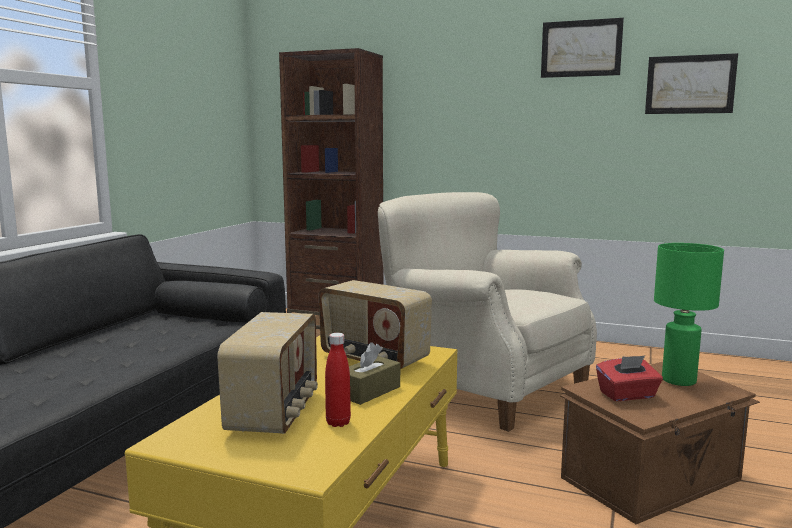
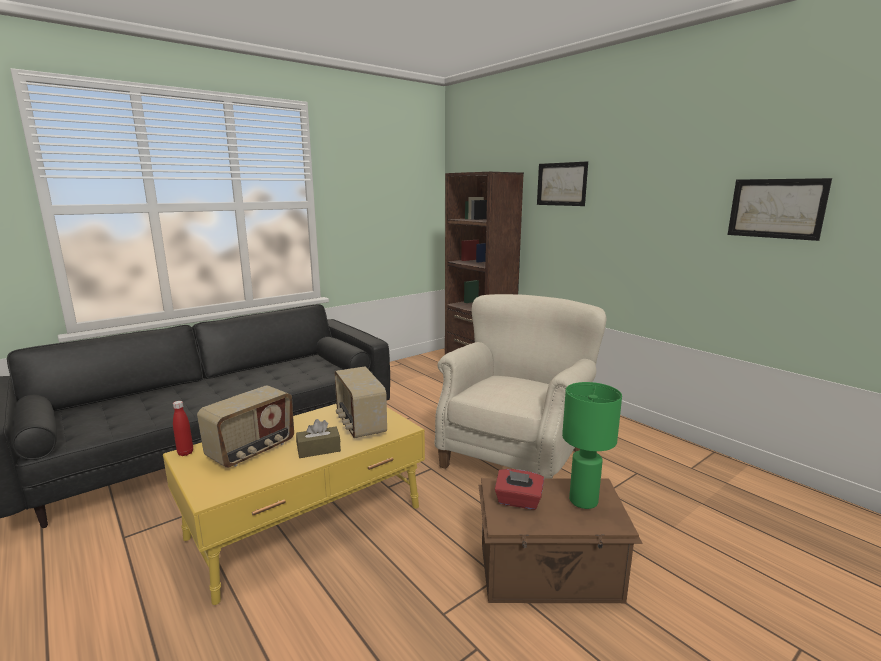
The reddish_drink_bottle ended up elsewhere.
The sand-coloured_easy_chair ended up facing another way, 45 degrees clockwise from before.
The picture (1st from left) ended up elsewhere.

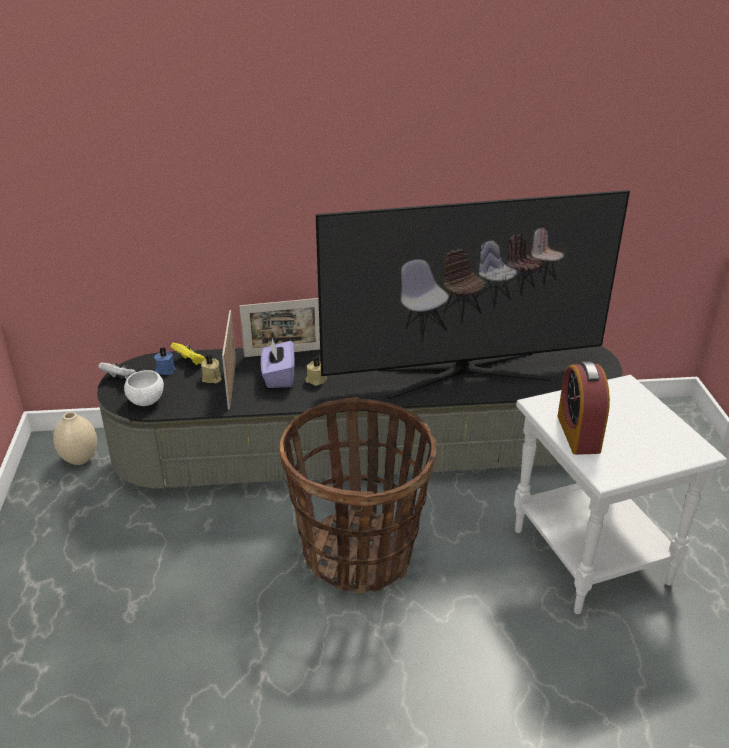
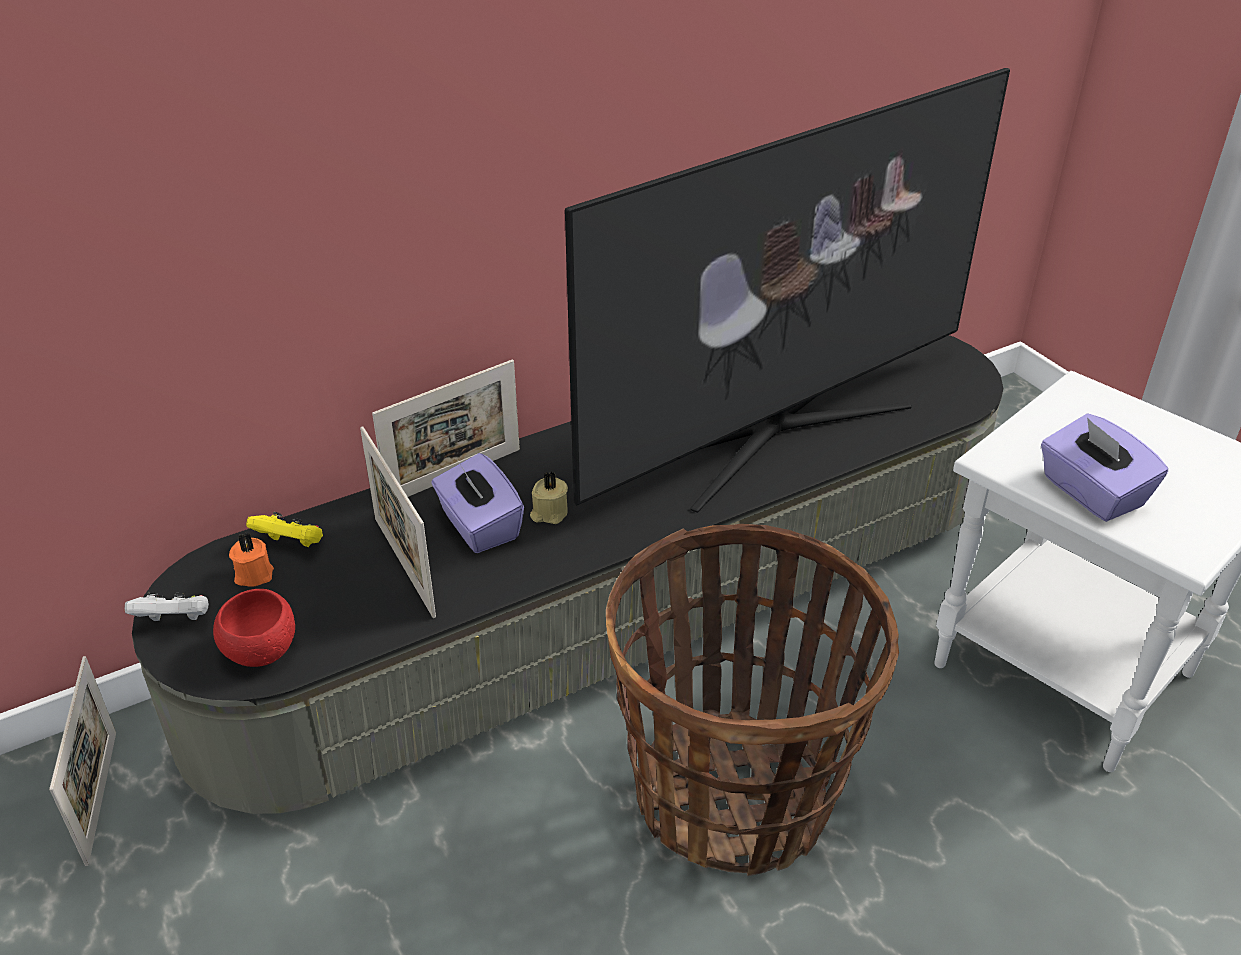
Where the sand-coloured_decorative_vase stood, the photo_frame (1st from left) came to stand.
What was the whitish_serving_bowl turned into the reddish_serving_bowl.
What was the blue-coloured_wax_candle turned into the orangey_wax_candle.
Where the bedside_clock stood, the purple-coloured_tissue_holder (2nd from left) came to stand.
The second view lost the sand-coloured_wax_candle (1st from left).

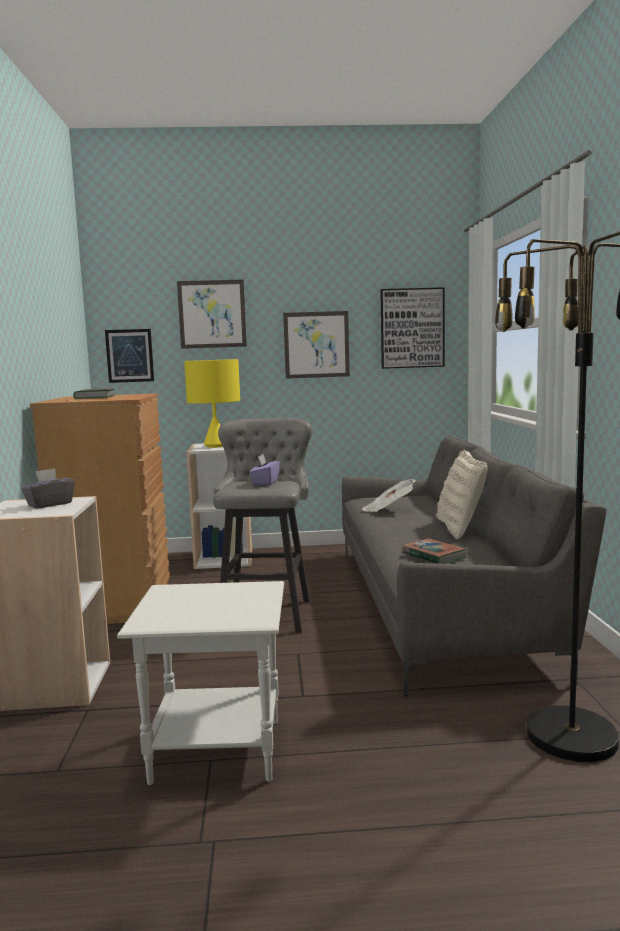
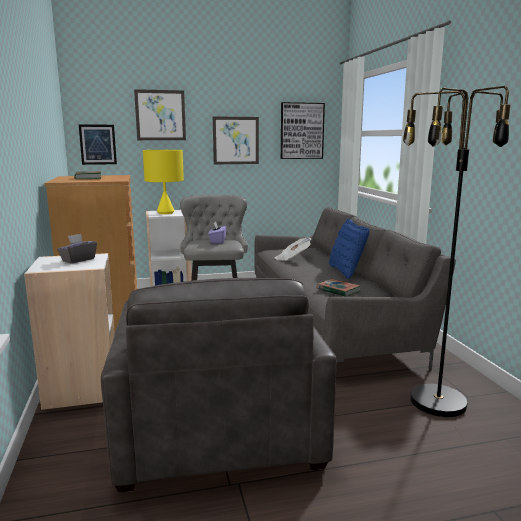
Where the whitish_accent_table stood, the grey_easy_chair came to stand.
What was the sand-coloured_pillow turned into the blue-coloured_pillow.

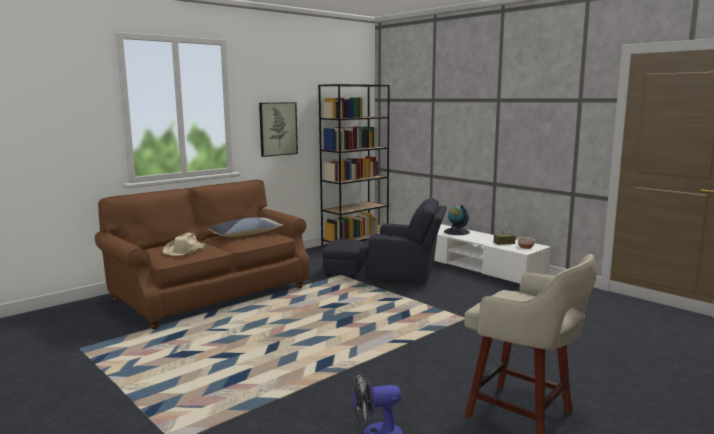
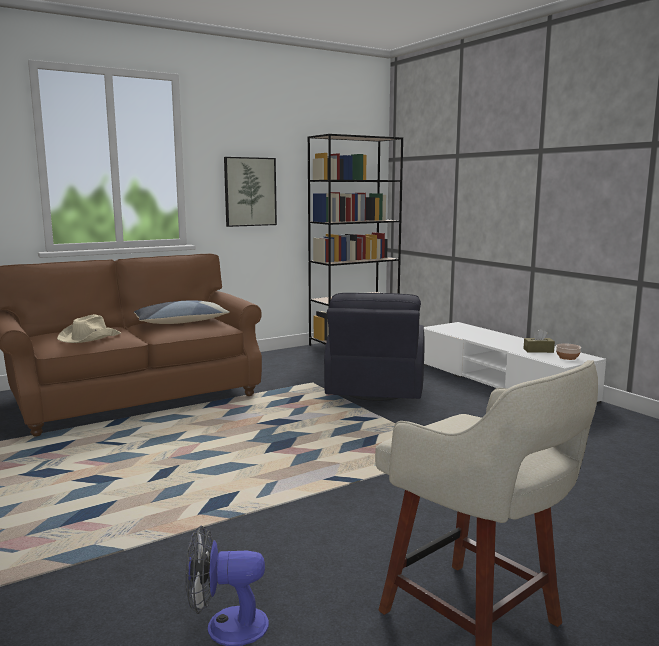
The blackish_easy_chair ended up facing another way, 75 degrees clockwise from before.
The second view lost the world_globe.

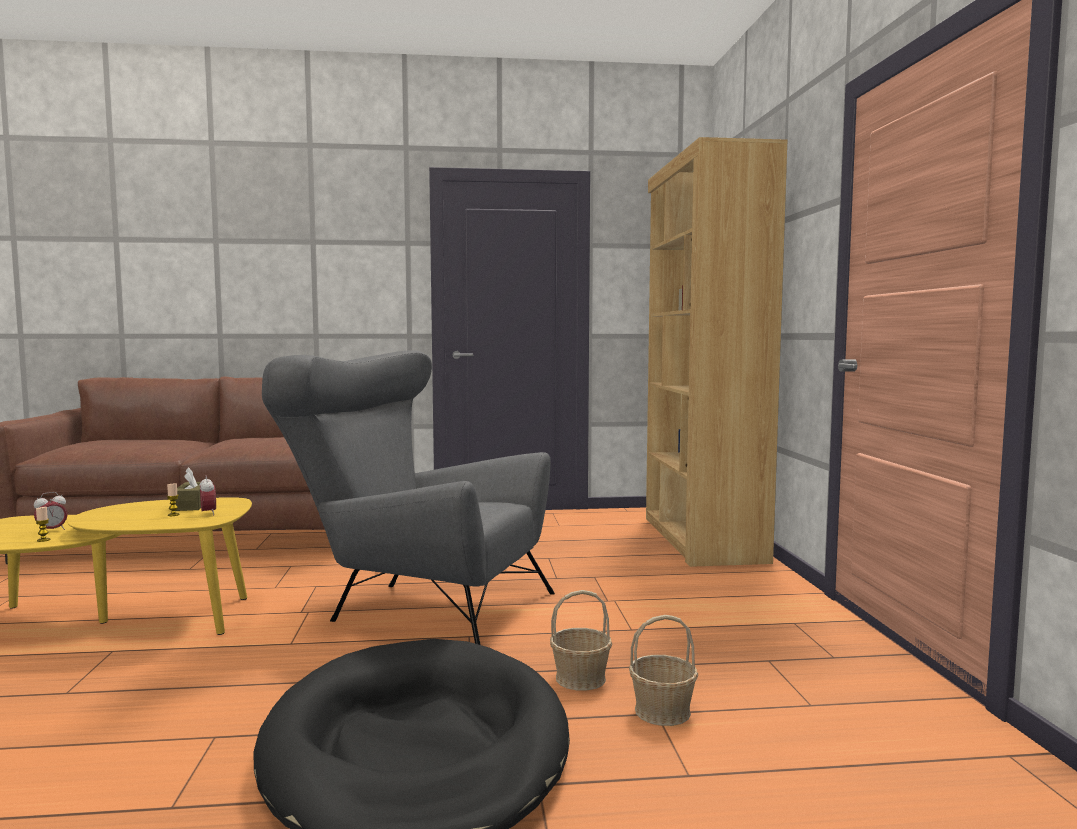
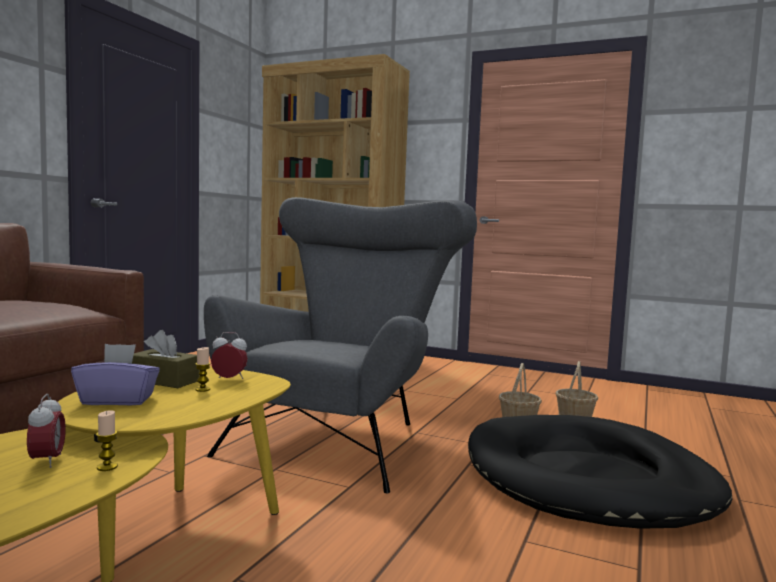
The second view gained the purple-coloured_tissue_holder.
The grey_easy_chair ended up facing another way, 150 degrees clockwise from before.

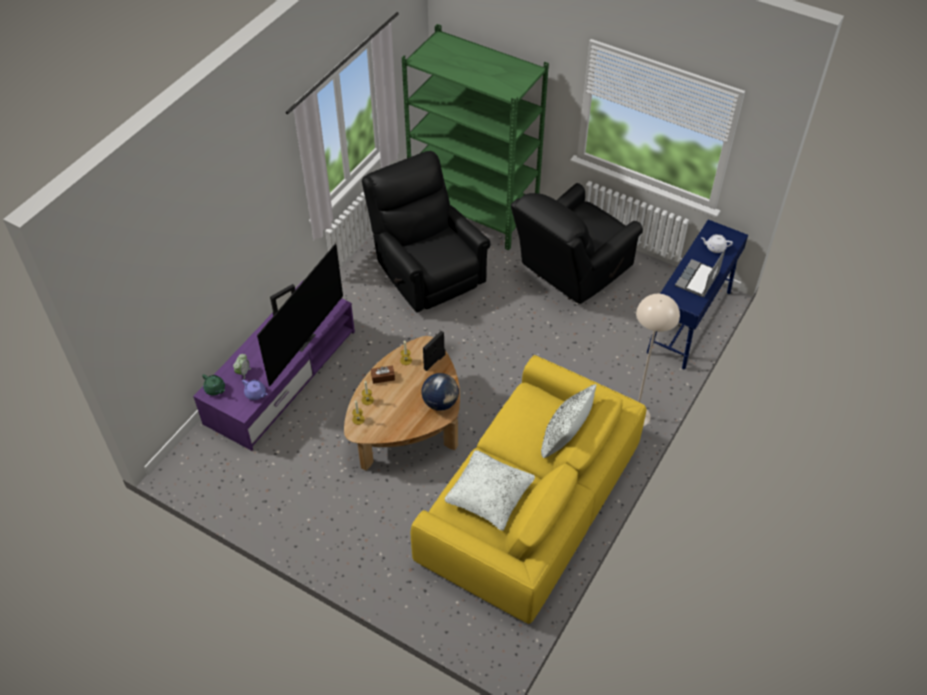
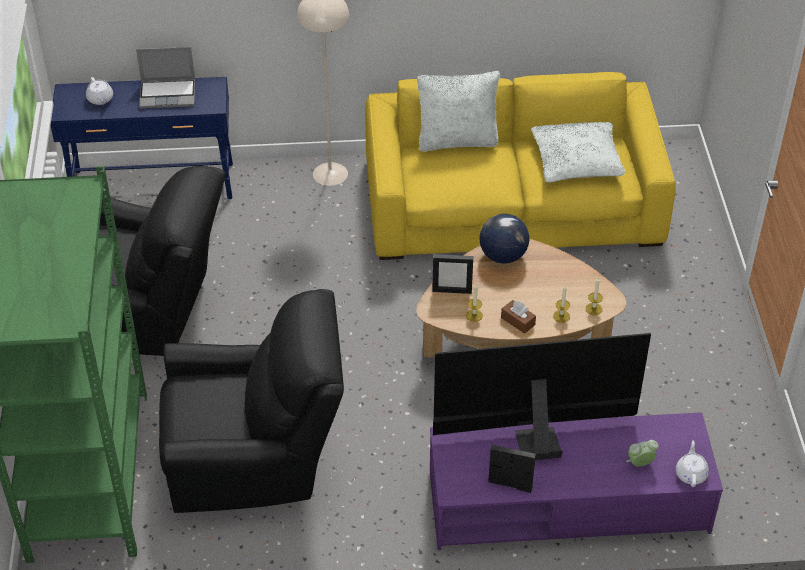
The blackish_easy_chair (1st from left in the first image) ended up facing another way, 120 degrees counterclockwise from before.
What was the greenish_pot_for_tea turned into the whitish_pot_for_tea (2nd from left).
The second view lost the purple-coloured_pot_for_tea.

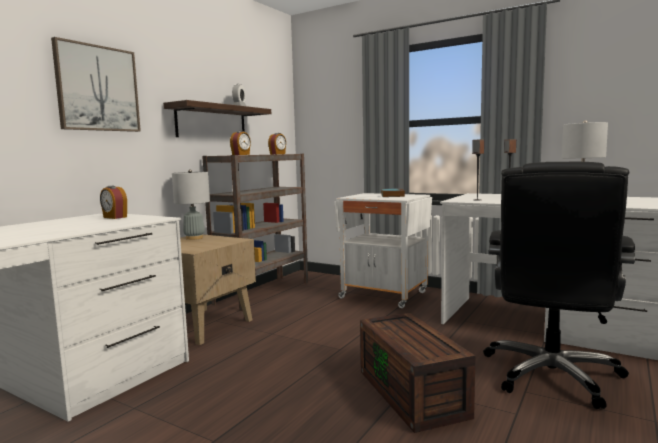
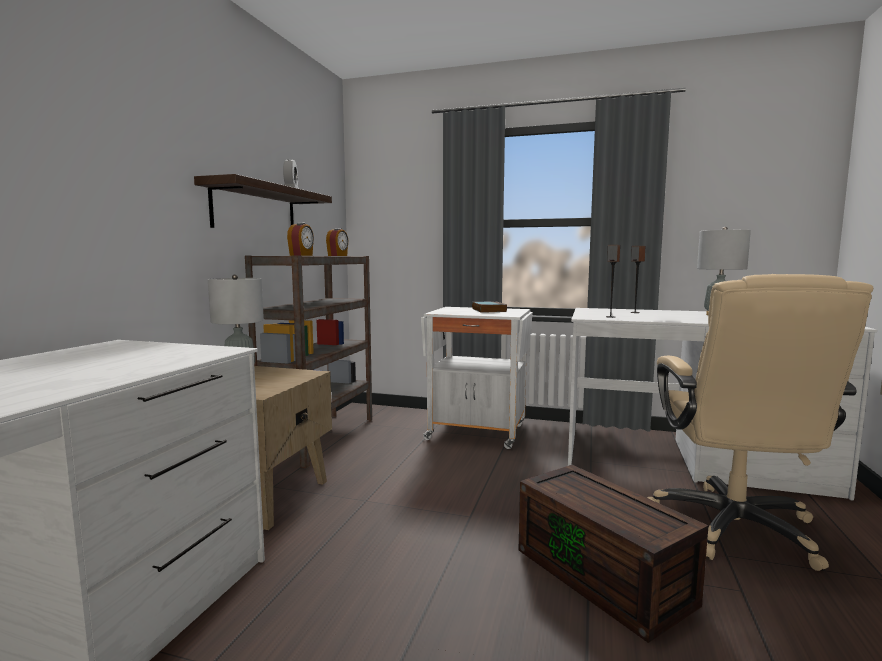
What was the blackish_desk_chair turned into the sand-coloured_desk_chair.
The second view lost the picture.
The second view lost the bedside_clock (1st from left).

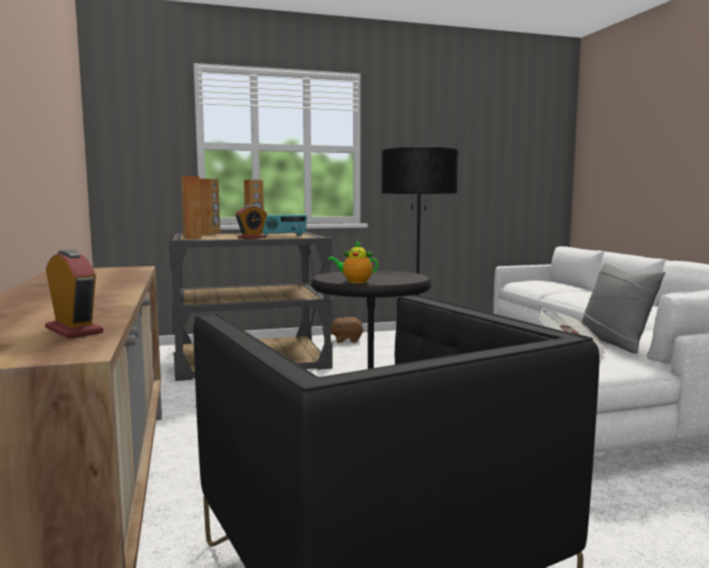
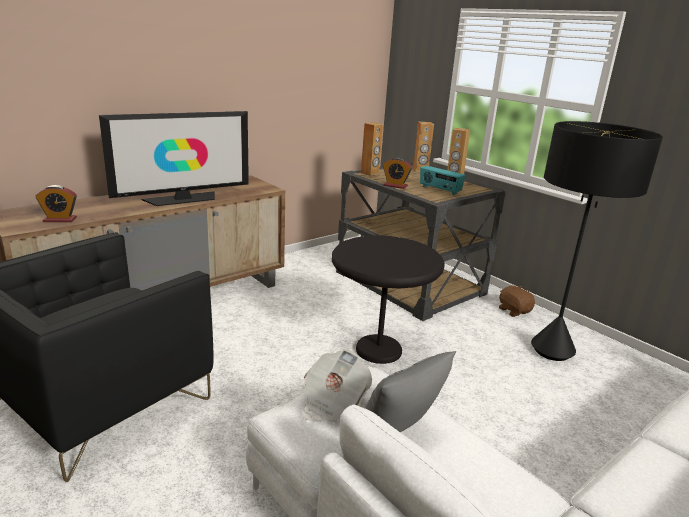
The bedside_clock (1st from left) ended up facing another way, 60 degrees clockwise from before.
The second view gained the television.
The second view lost the pot_for_tea.

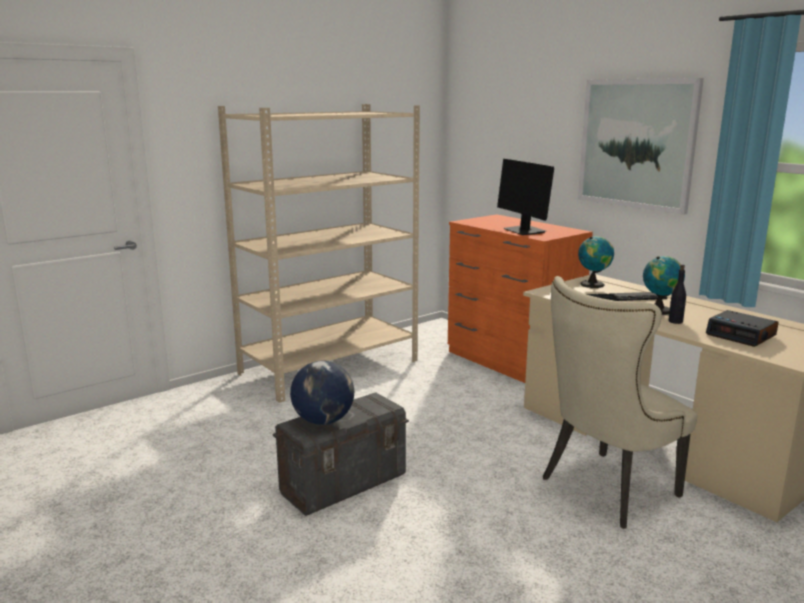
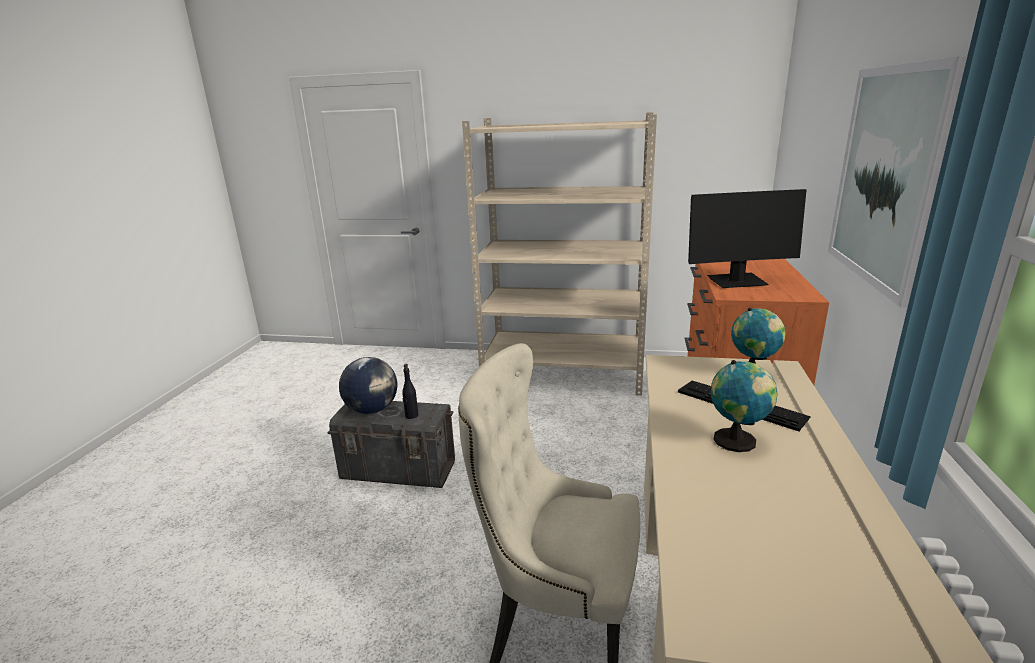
The blackish_drink_bottle ended up elsewhere.
The monitor ended up facing another way, 120 degrees counterclockwise from before.
The second view lost the bedside_clock.

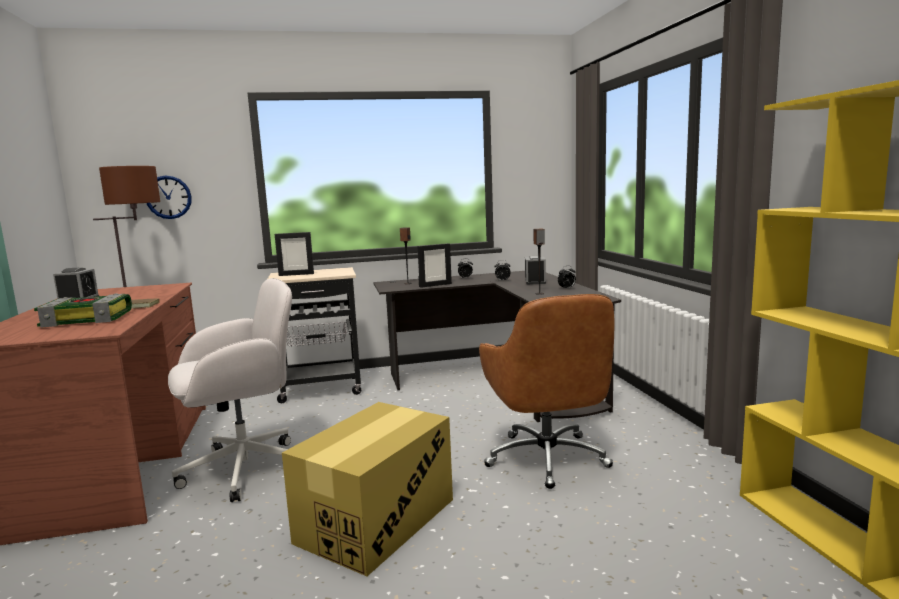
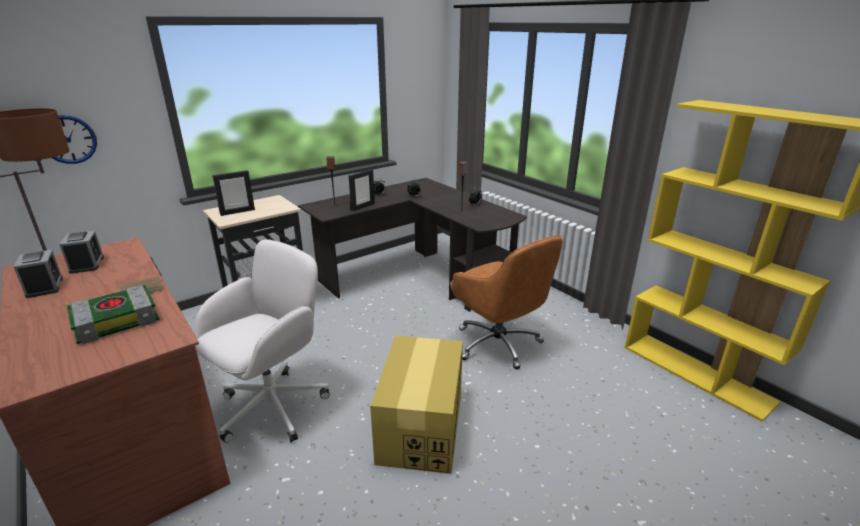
The bedside_clock (4th from left in the first image) ended up elsewhere.

